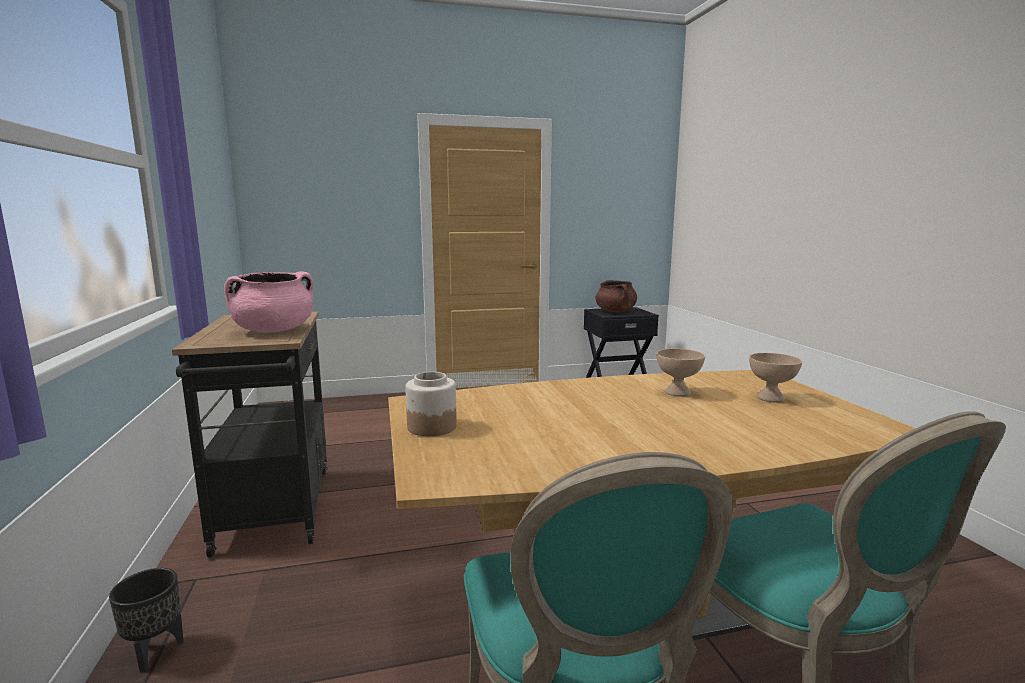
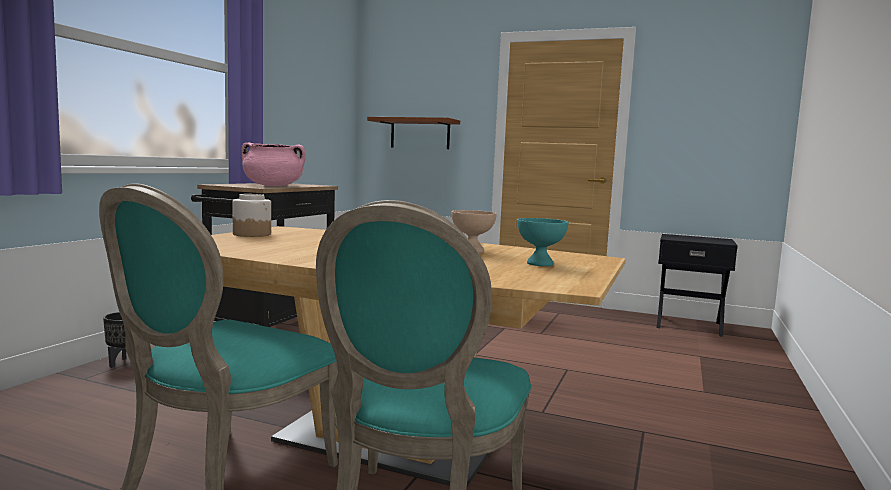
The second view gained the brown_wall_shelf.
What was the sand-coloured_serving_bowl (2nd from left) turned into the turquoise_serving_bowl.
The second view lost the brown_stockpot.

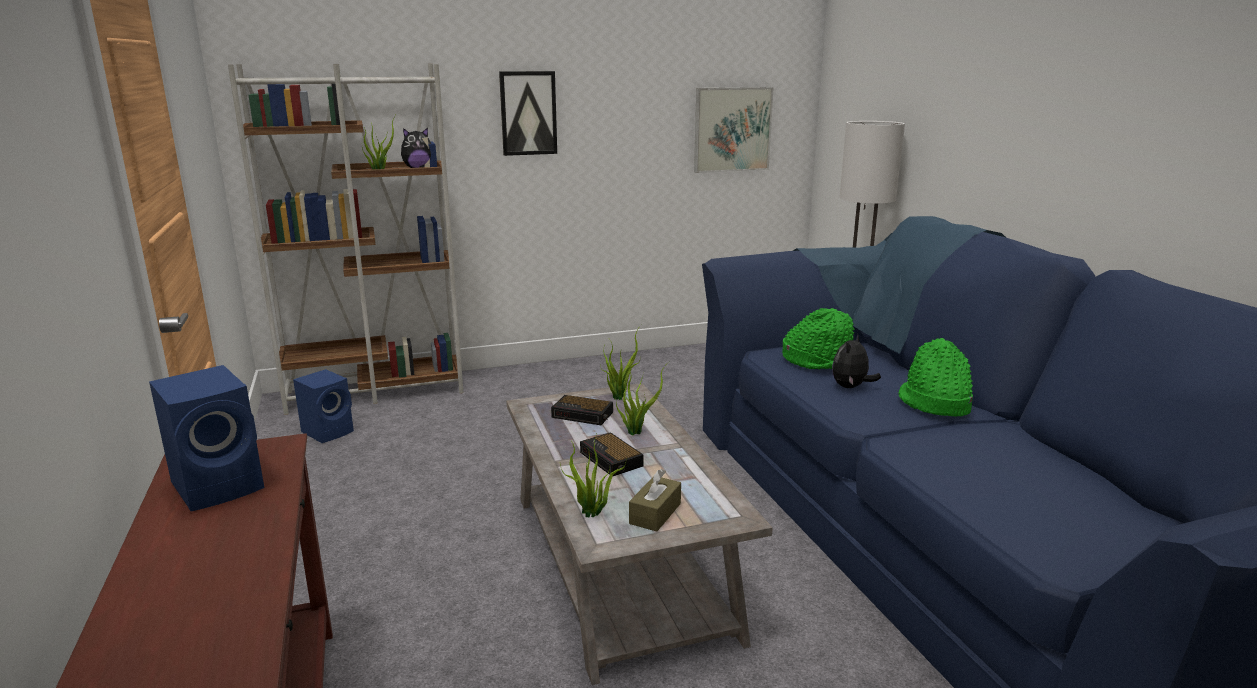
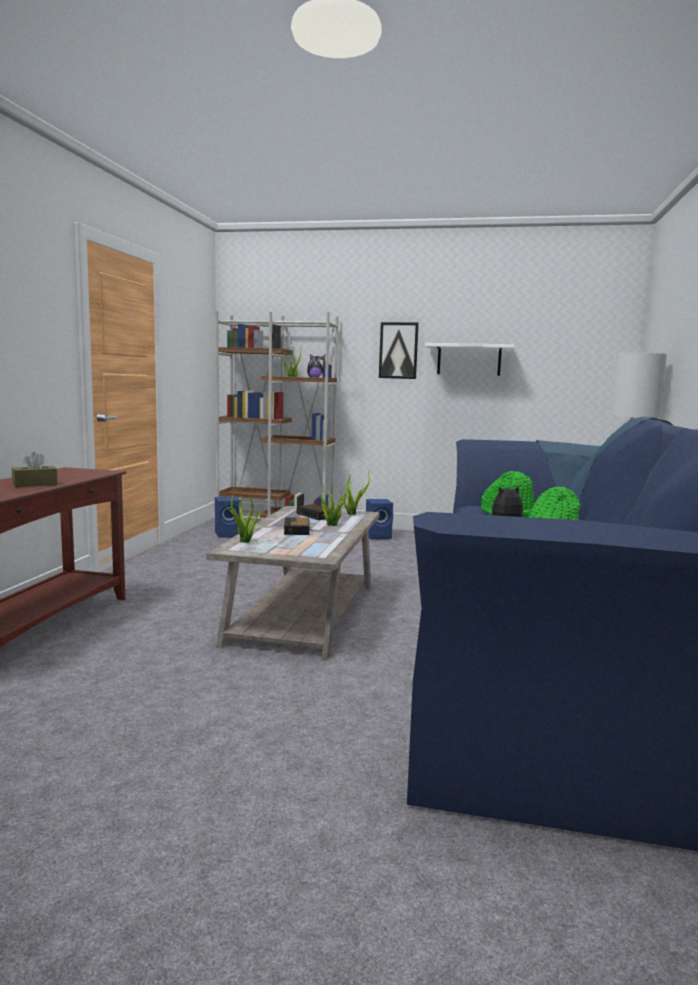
The brown_tissue_holder ended up elsewhere.
The blue-coloured_loudspeaker (1st from left in the first image) ended up elsewhere.
The second view gained the whitish_wall_shelf.
The second view lost the picture (2nd from left).

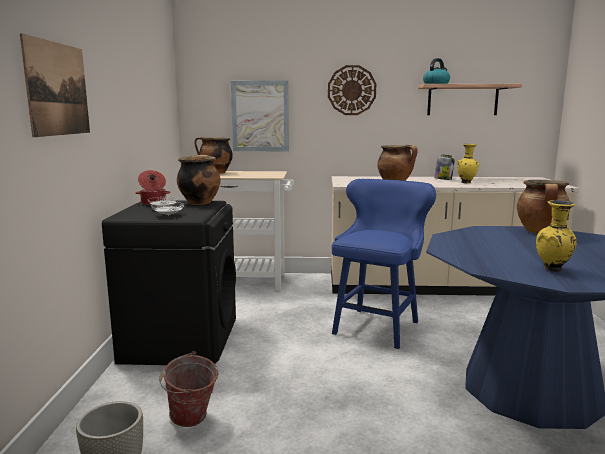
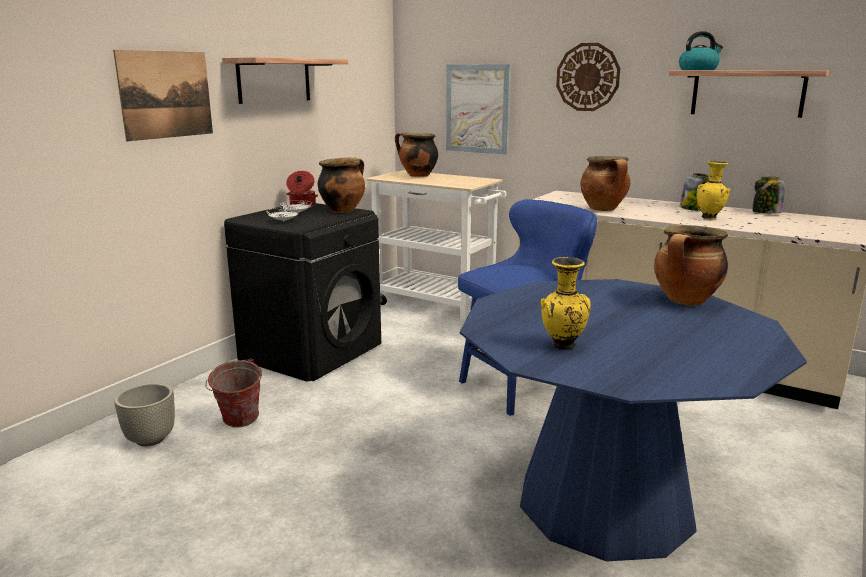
The second view gained the wall_shelf (1st from left).
The second view gained the preserve_jar (2nd from left).

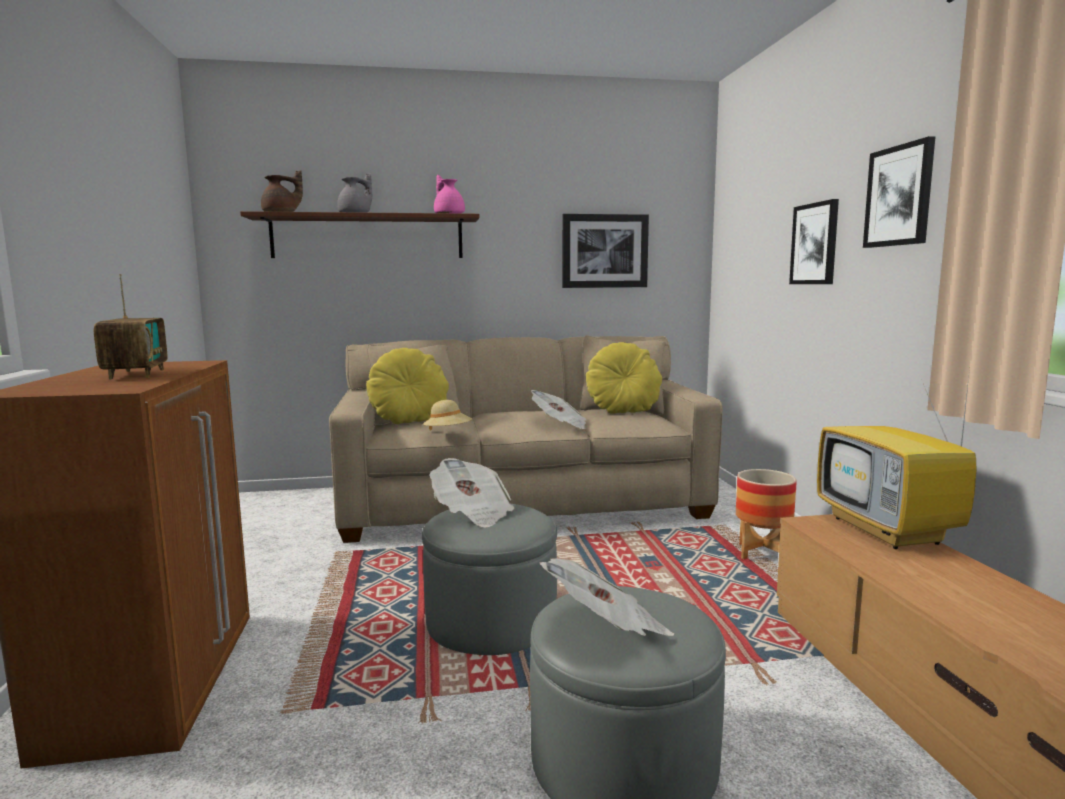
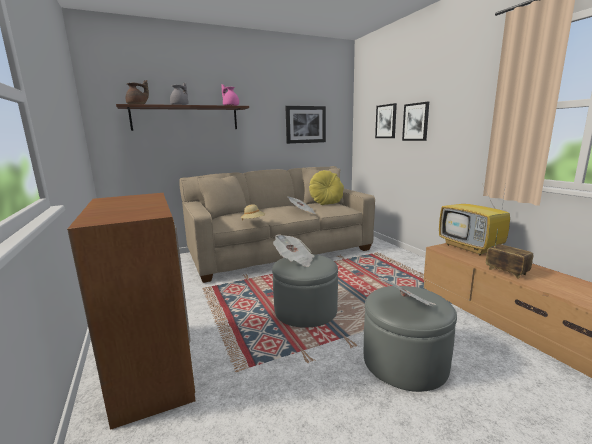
The picture (3rd from left in the first image) ended up elsewhere.
The radio_set ended up elsewhere.
The second view lost the yellow-coloured_pillow (1st from left).
The second view lost the flower_pot.

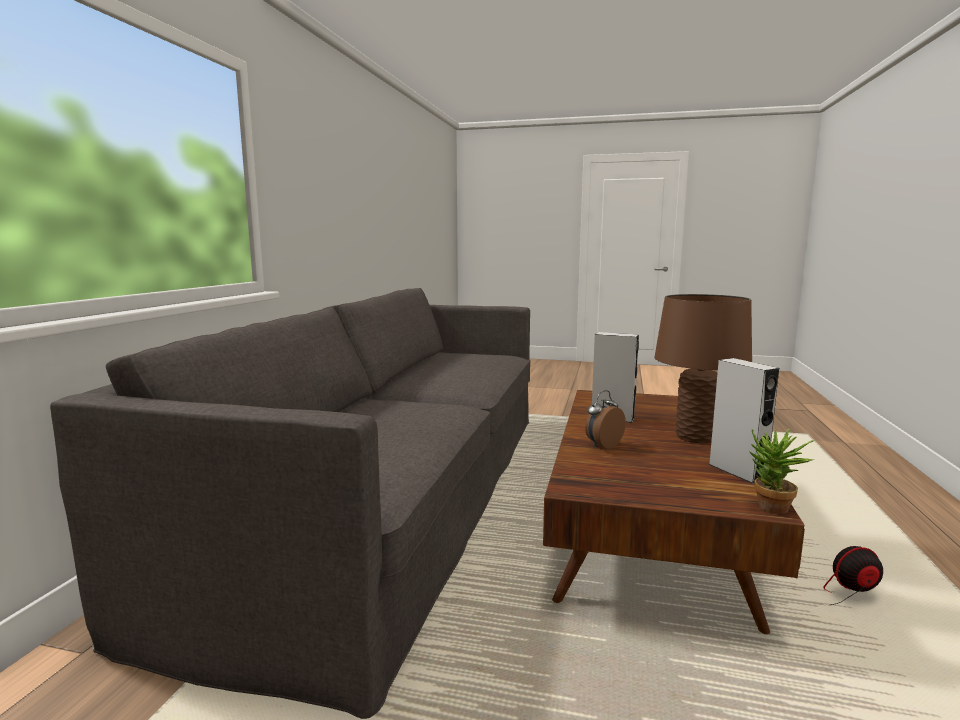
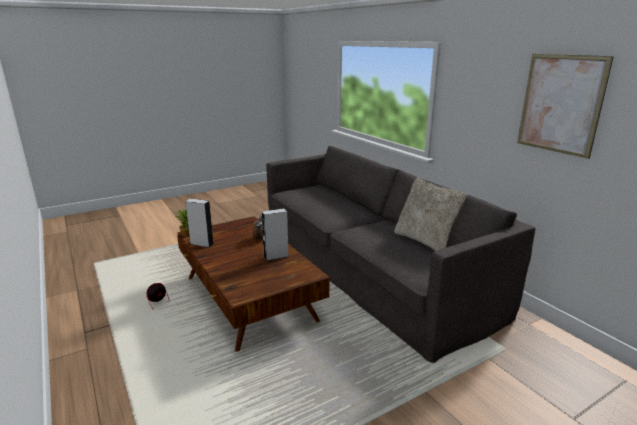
The second view gained the sand-coloured_pillow.
The second view gained the picture.
The second view lost the brown_tabletop_lamp.

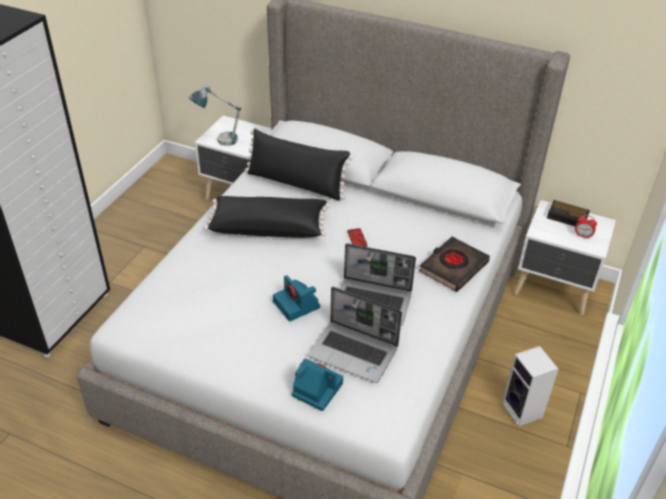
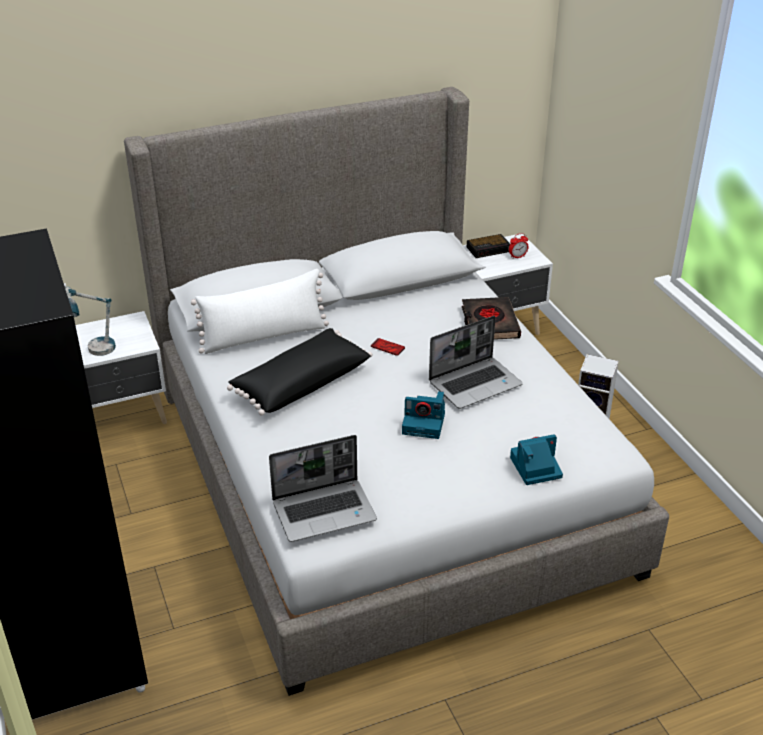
What was the blackish_pillow (2nd from left) turned into the whitish_pillow.
The notebook_computer (1st from left) ended up elsewhere.

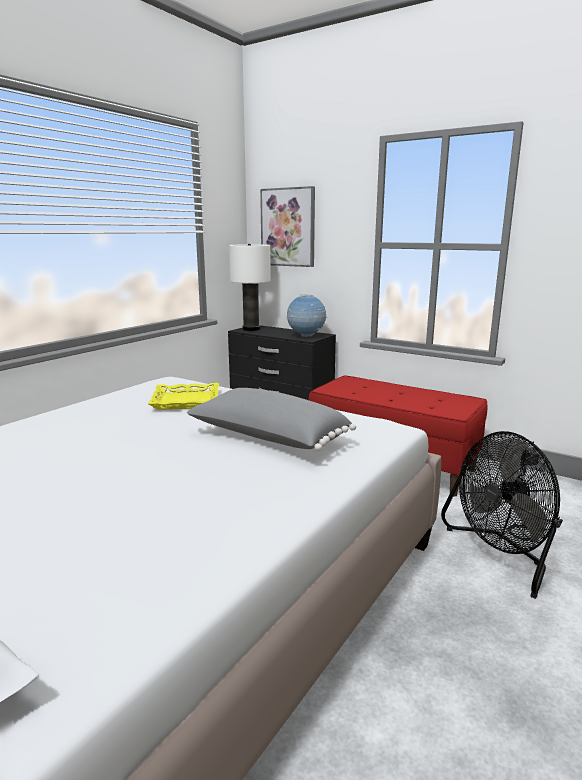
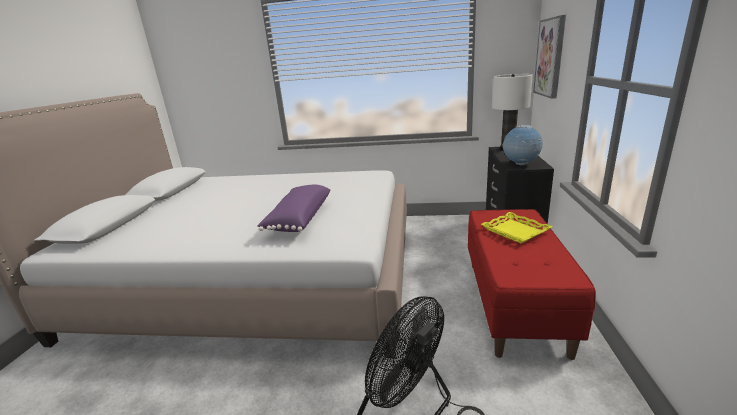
What was the grey_pillow turned into the purple-coloured_pillow.
The yellow-coloured_tray ended up elsewhere.

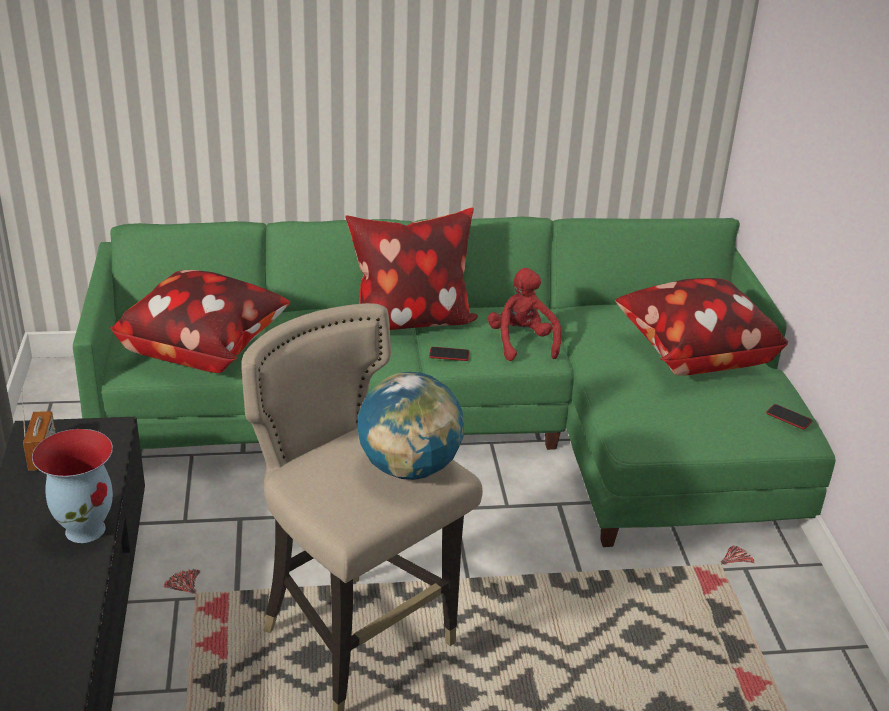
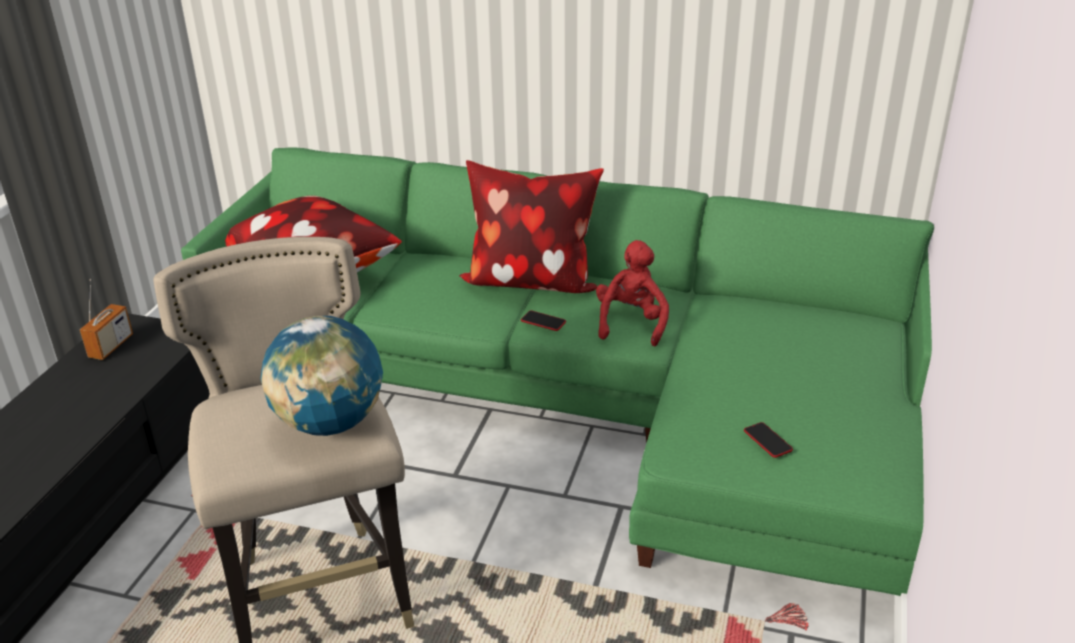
The telephone (2nd from left) ended up elsewhere.
The second view lost the decorative_vase.
The second view lost the pillow (3rd from left).

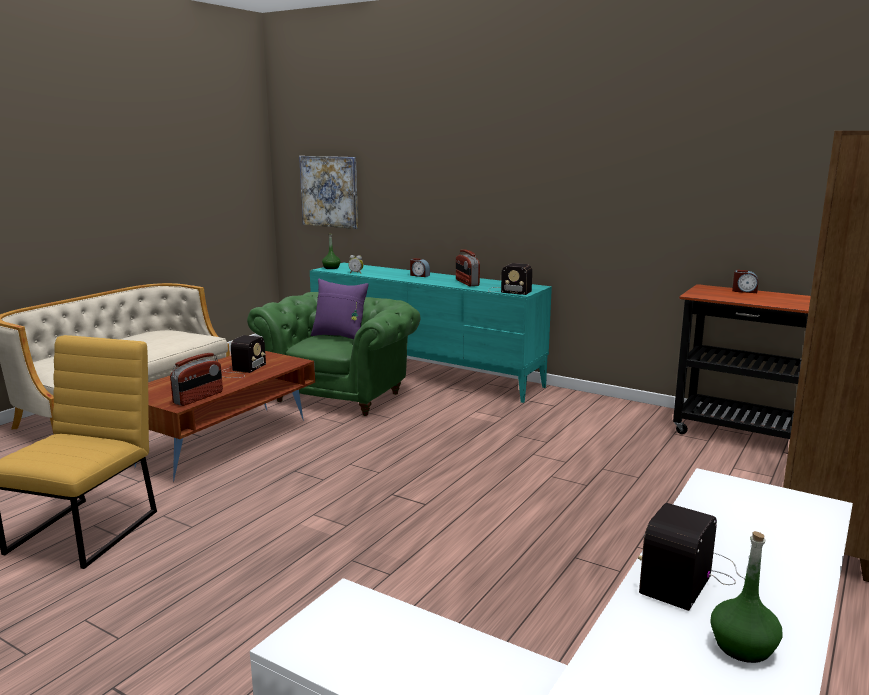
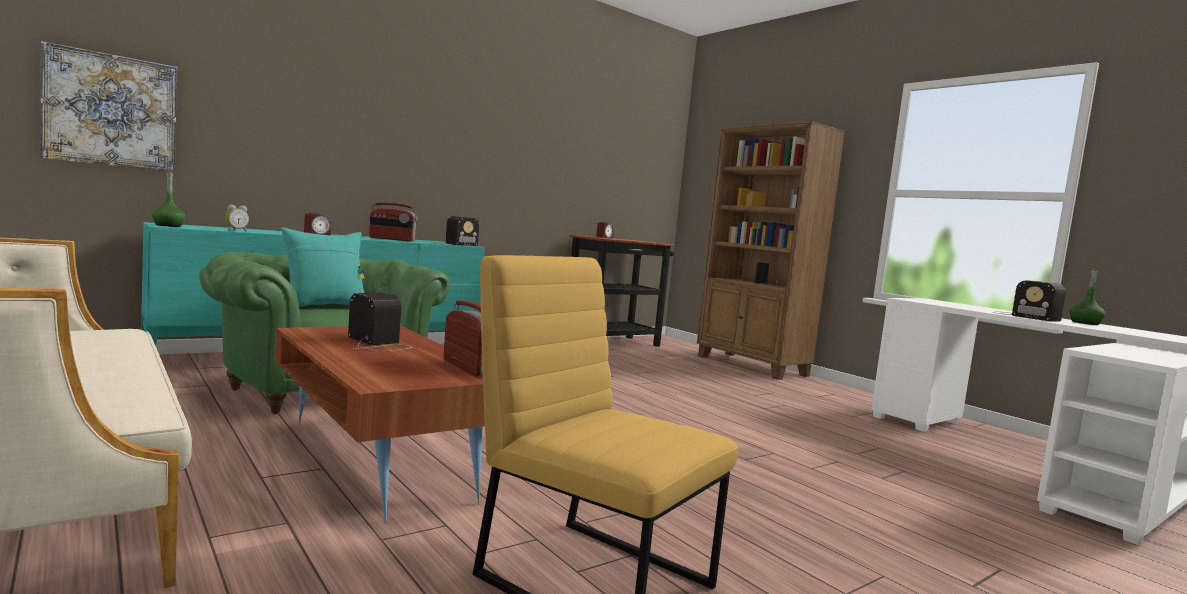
What was the purple-coloured_pillow turned into the turquoise_pillow.

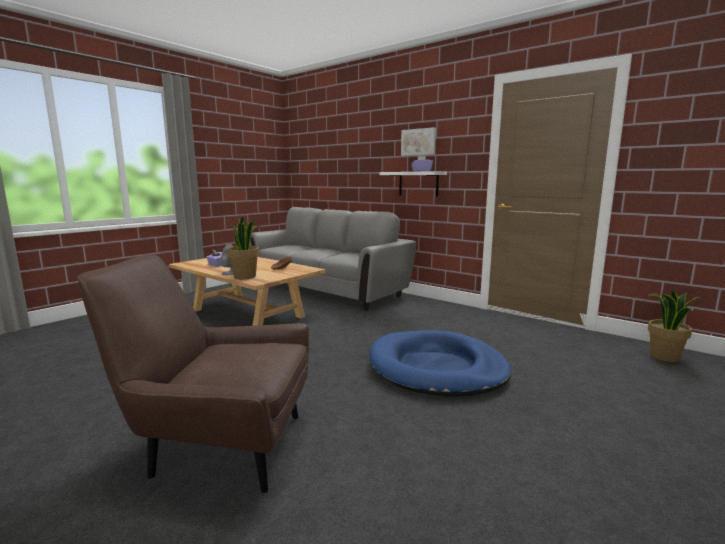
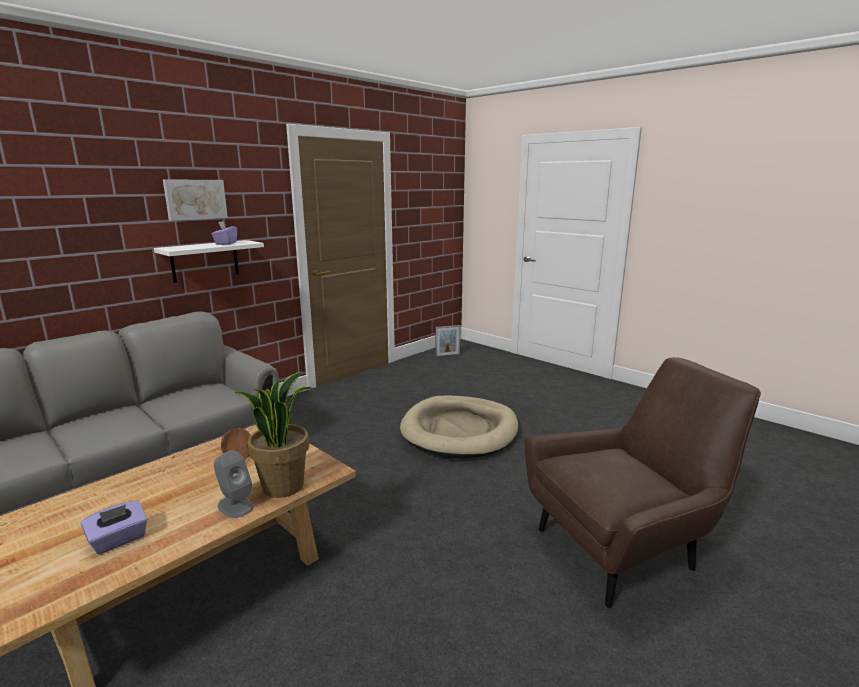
What was the blue-coloured_pet_bed turned into the sand-coloured_pet_bed.
Where the potted_plant (2nd from left) stood, the photo_frame came to stand.
The brown_easy_chair ended up facing another way, 120 degrees counterclockwise from before.

